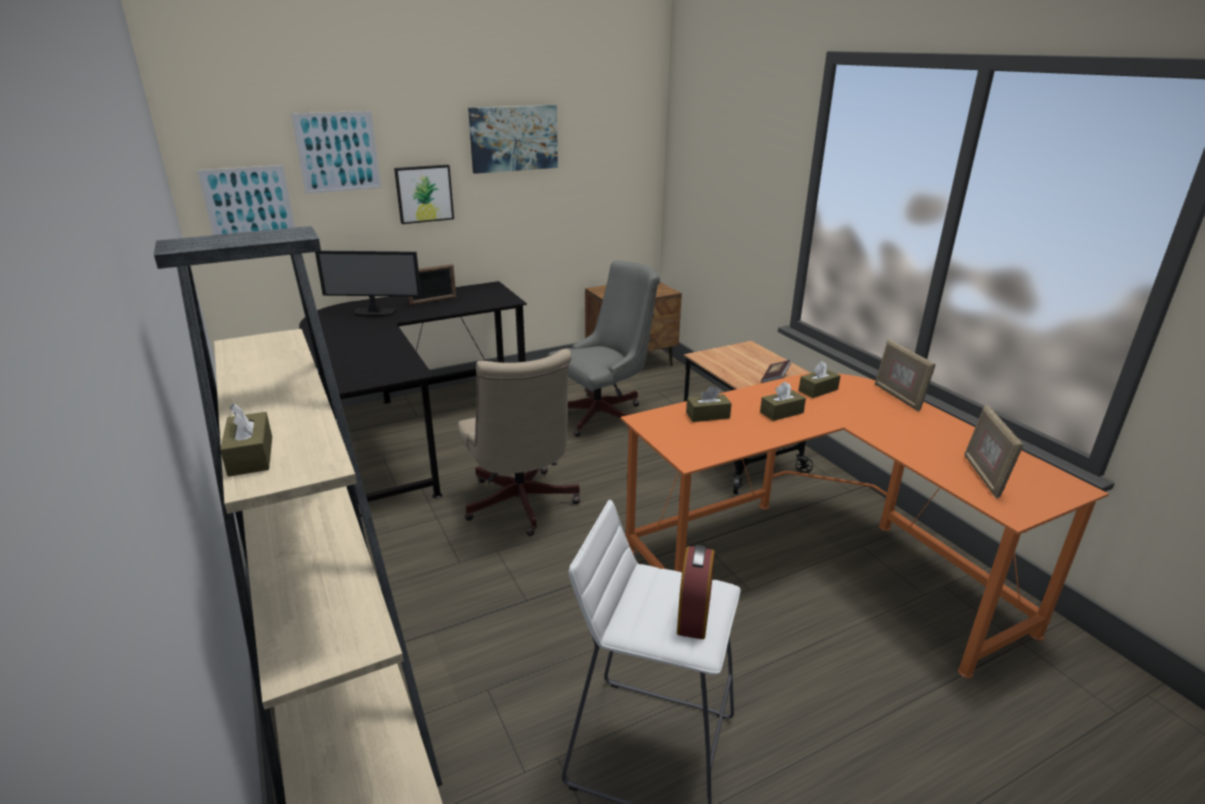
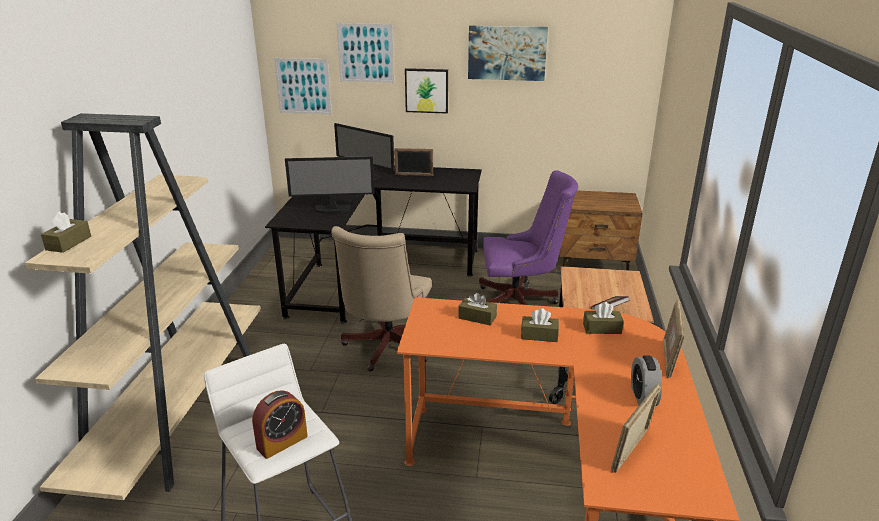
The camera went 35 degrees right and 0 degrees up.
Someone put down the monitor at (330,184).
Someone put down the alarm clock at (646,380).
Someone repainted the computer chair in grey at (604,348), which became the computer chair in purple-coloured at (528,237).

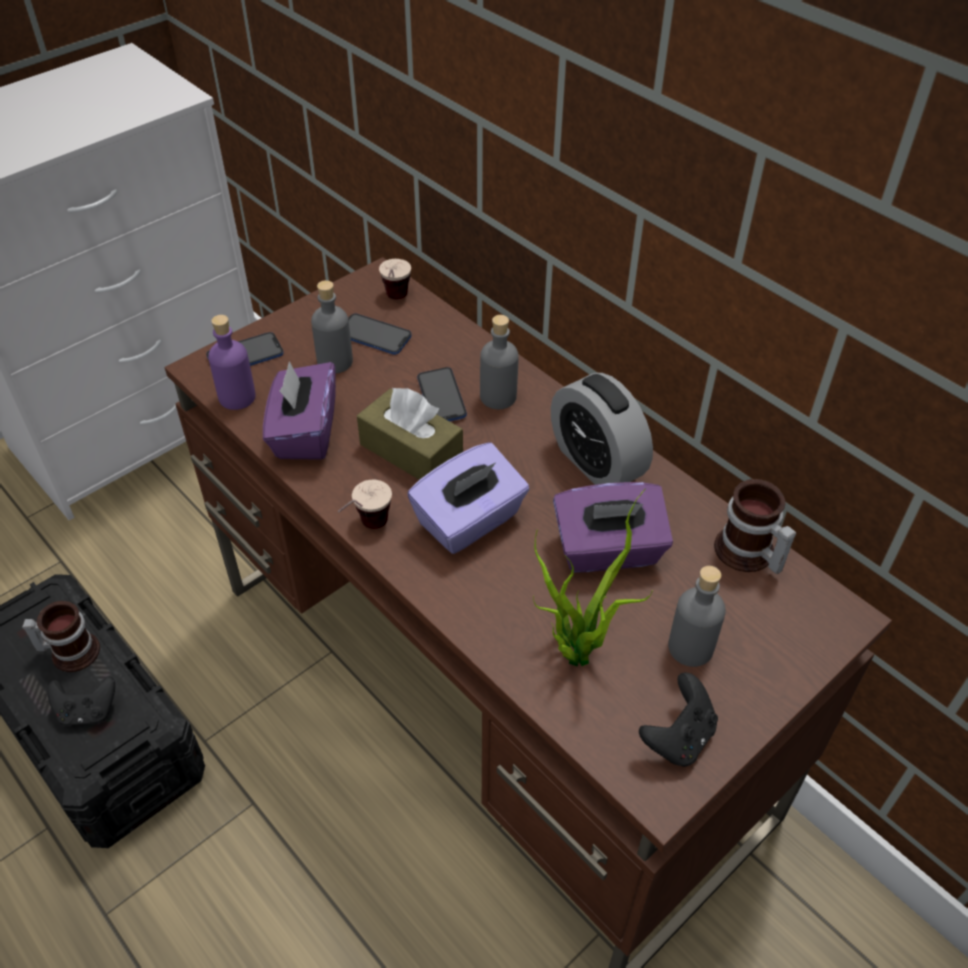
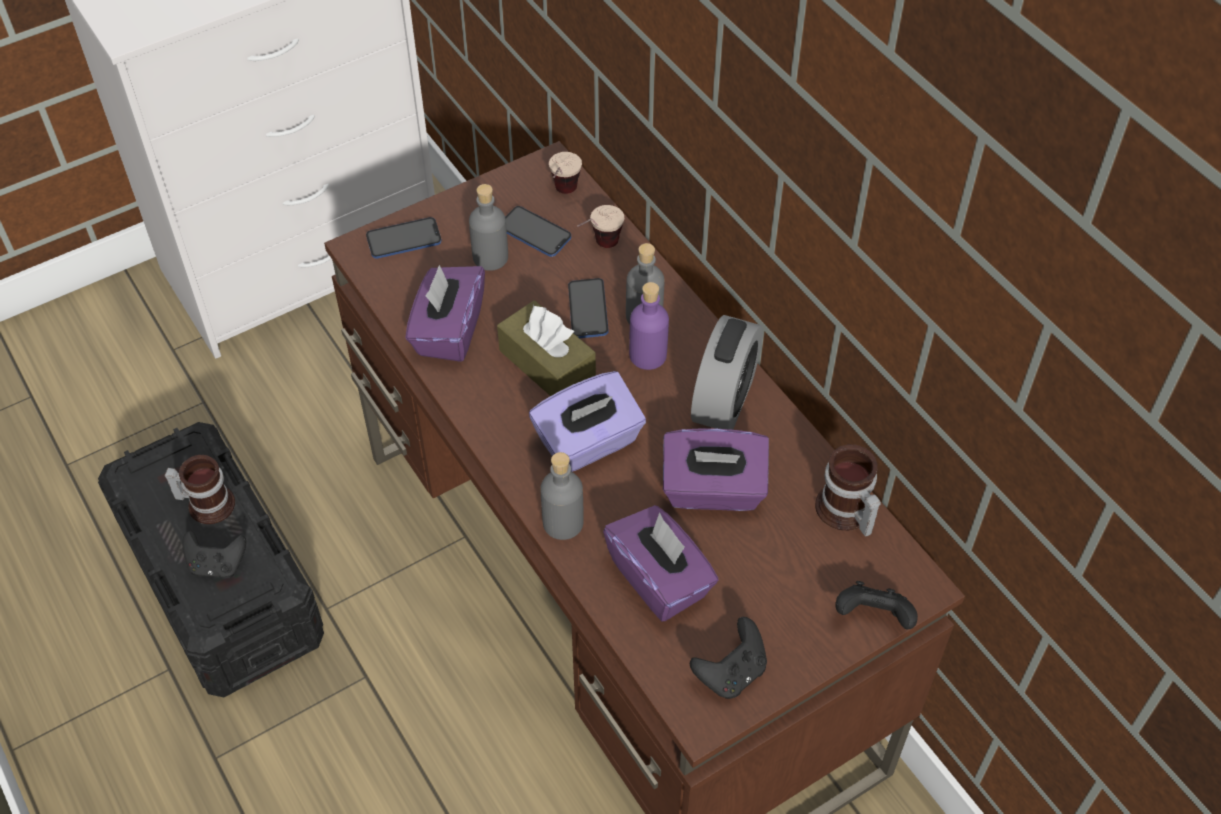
The camera went 10 degrees right and 5 degrees up.
Someone put down the joypad in blackish at (876,605).
Someone carried the drink bottle in purple-coloured from (232,362) to (649,326).
Someone carried the drinking cup from (365,504) to (600,226).
Someone carried the drink bottle in grey from (697,616) to (562,496).
Someone swapped the plant in a pot at (593,578) for the tissue holder in purple-coloured at (661,563).
Someone rotated the alarm clock at (602,429) by 135 degrees counterclockwise.

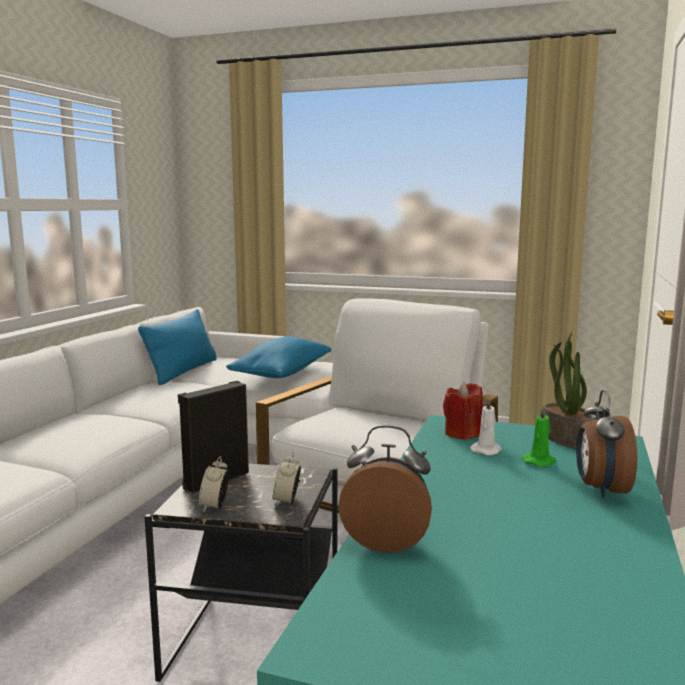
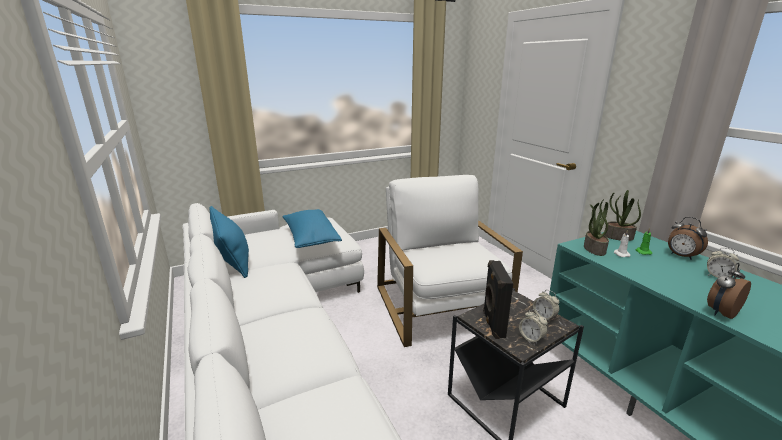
The camera went 45 degrees left and 10 degrees up.
Someone put down the alarm clock at (723,263).
Someone swapped the wax light in red at (463,411) for the plant in a pot at (596,227).

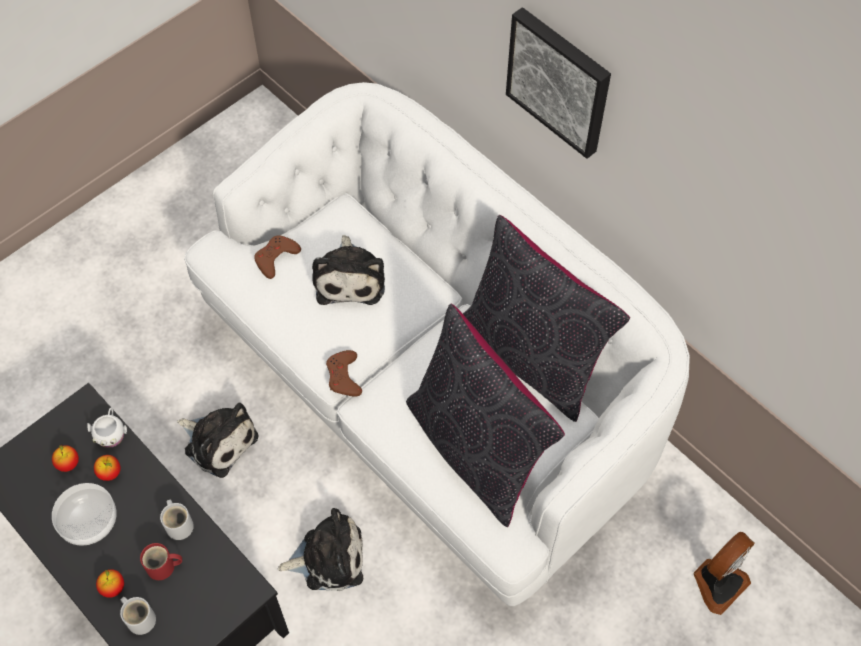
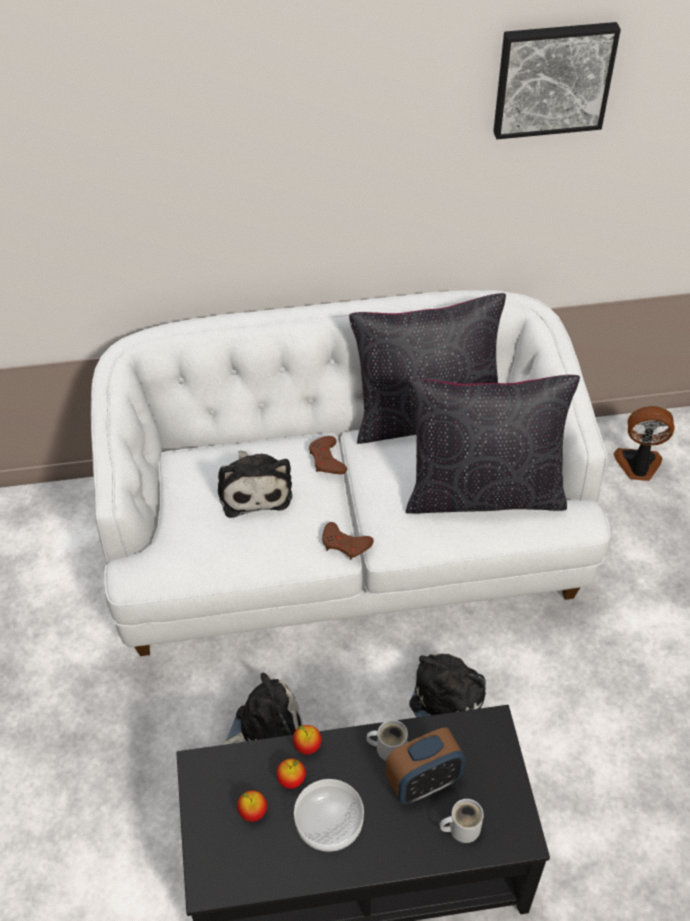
The camera went 55 degrees left and 10 degrees down.
Someone took away the coffee mug in whitish at (107,428).
Someone carried the whole apple from (110,583) to (307,739).
Someone carried the joypad in brown-coloured from (277,257) to (328,455).
Someone carried the wall picture from (558,83) to (557,80).
Someone swapped the coffee mug in red at (161,561) for the alarm clock at (425,766).
Someone rotated the soft toy at (348,270) by 45 degrees clockwise.
Someone rotated the fan at (724,573) by 75 degrees counterclockwise.

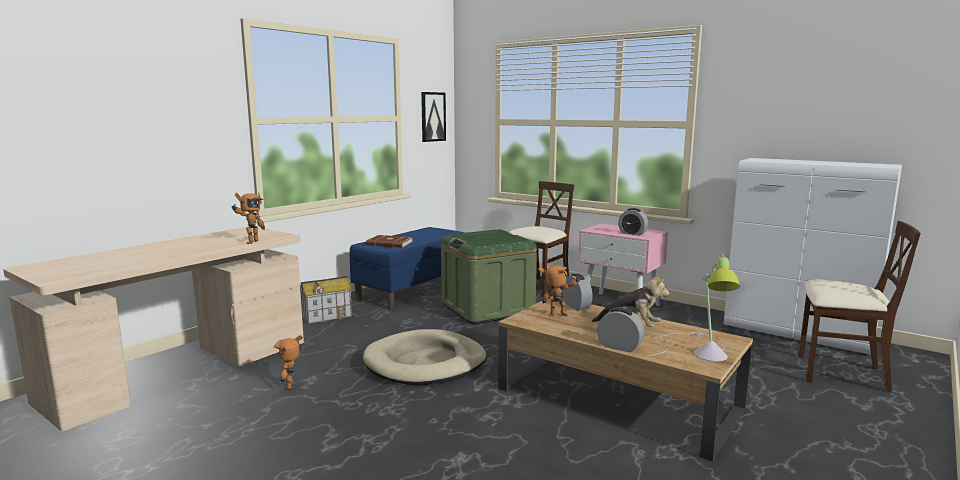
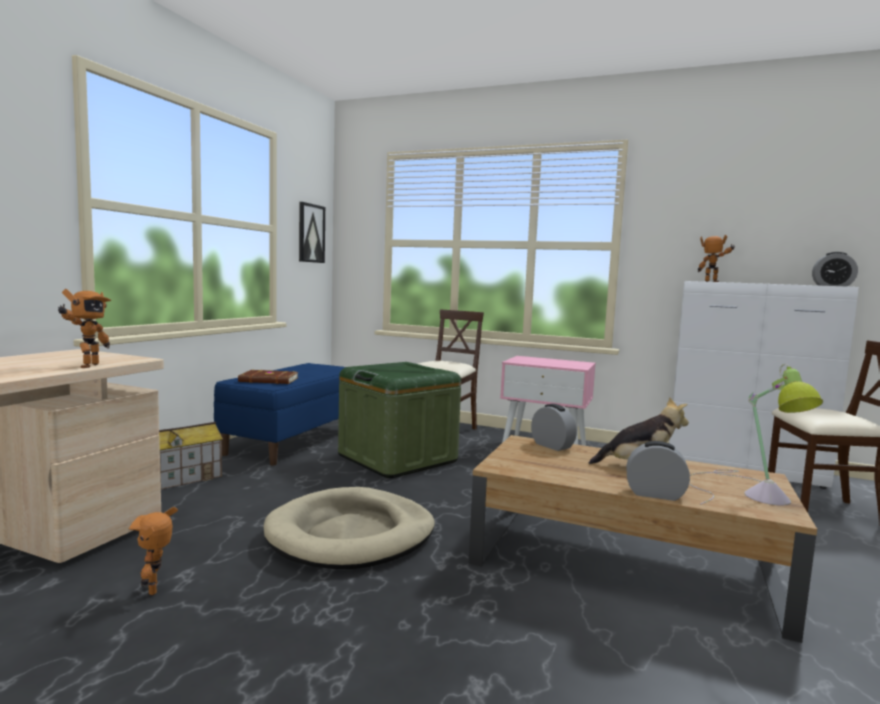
The camera went 15 degrees left and 5 degrees down.
Someone carried the toy robot from (559,290) to (716,258).
Someone carried the alarm clock from (633,222) to (835,269).

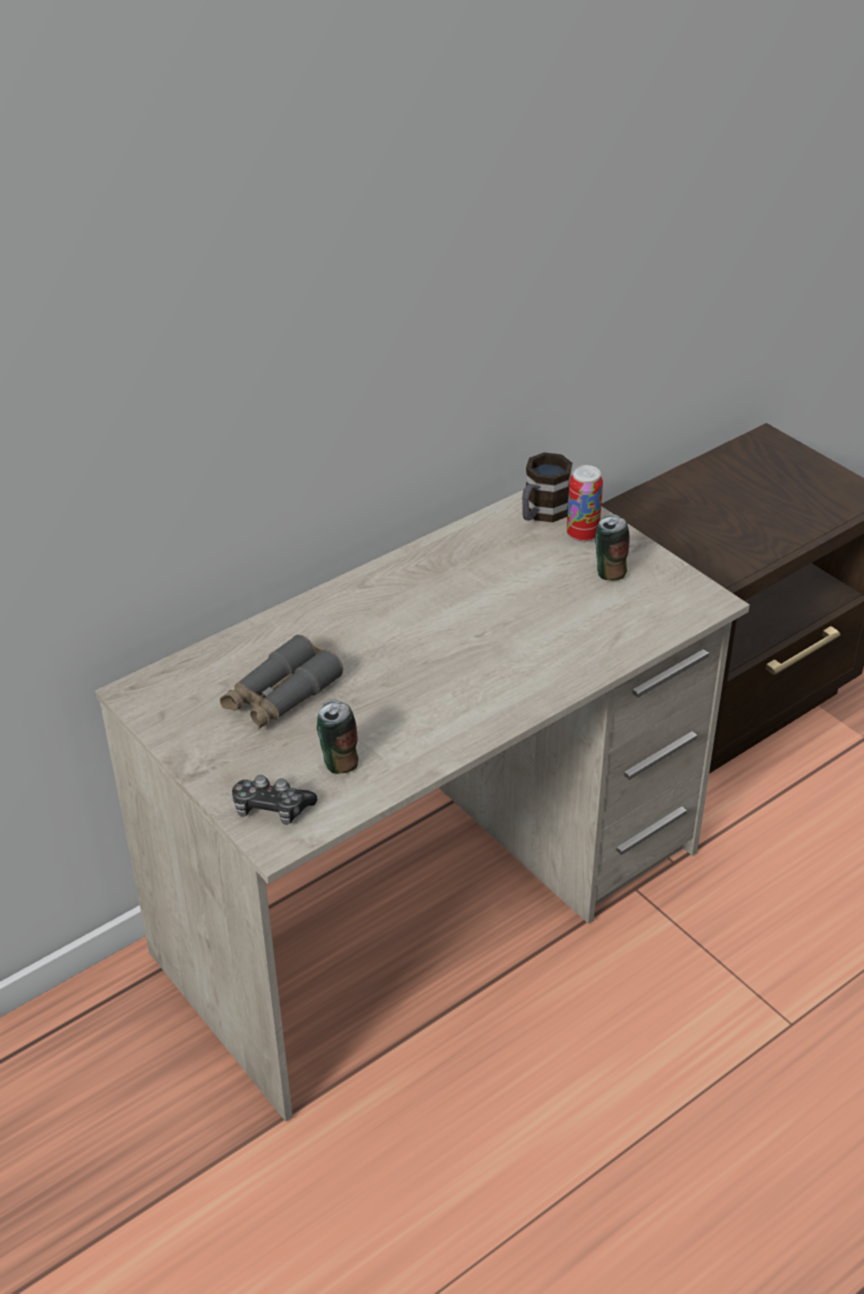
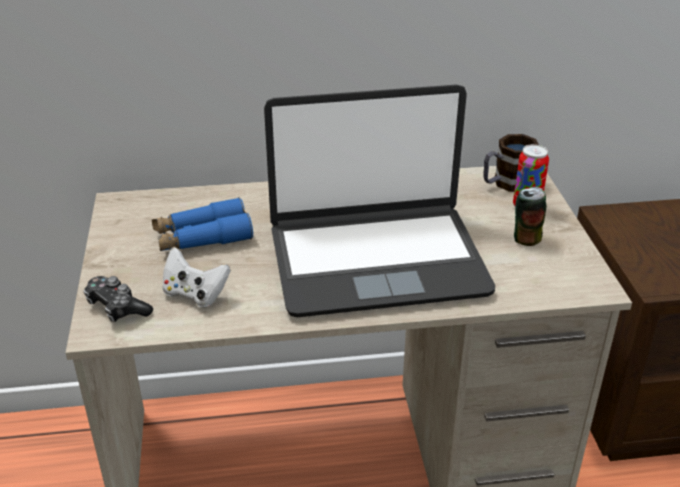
The camera went 30 degrees right and 5 degrees down.
Someone put down the laptop at (379,201).
Someone swapped the sealed can at (337,737) for the joypad in whitish at (197,278).
Someone repainted the binoculars in grey at (281,682), which became the binoculars in blue-coloured at (202,224).

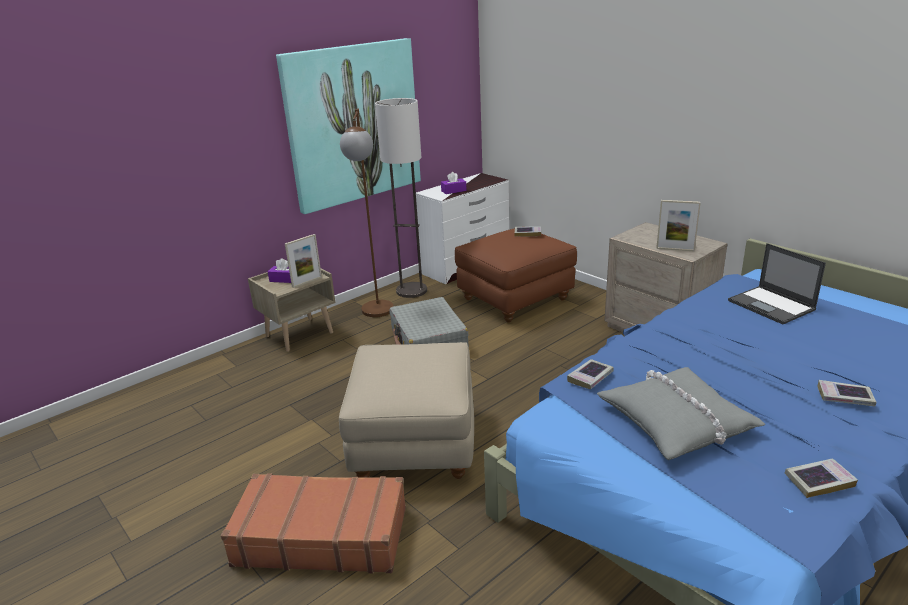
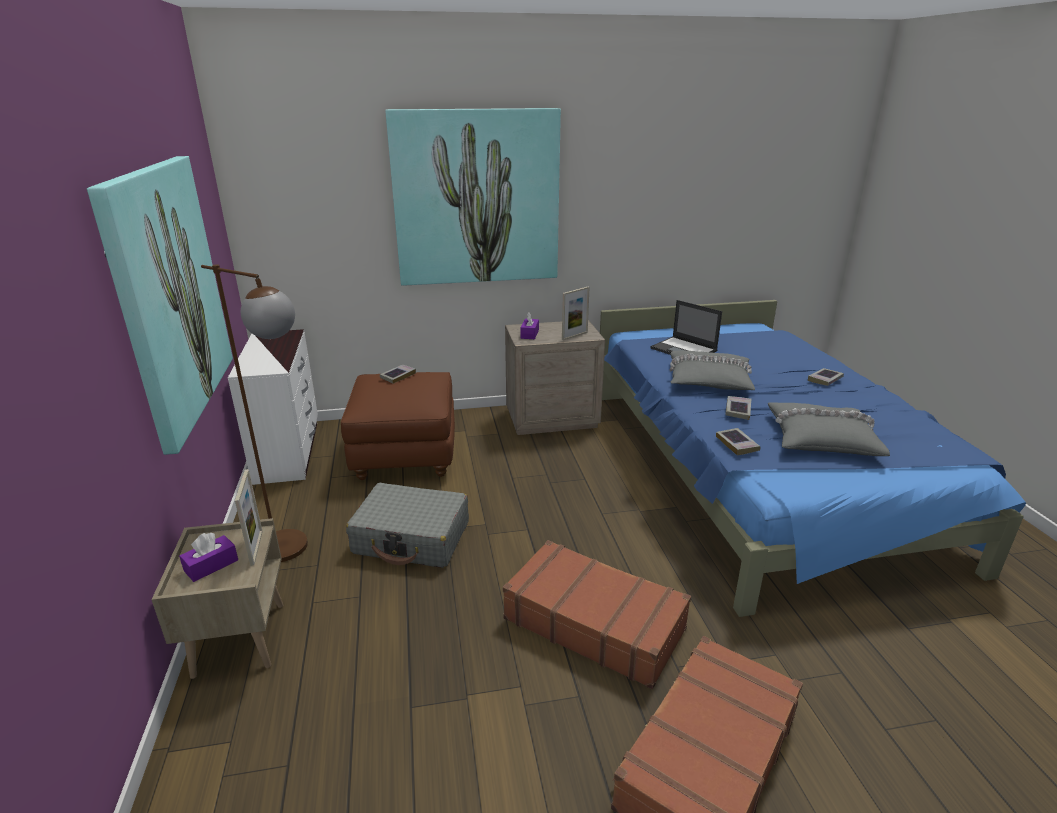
The camera went 60 degrees left and 0 degrees up.
Someone took away the standing lamp at (401,198).
Someone put up the wall picture at (473,197).
Someone put down the cushion in grey at (712,370).
Someone carried the tissue holder in purple-coloured from (454,183) to (529,325).
Someone carried the volume from (821,478) to (738,408).
Someone swapped the pouffe in beige at (406,410) for the suitcase in brown-coloured at (597,614).
Someone rotated the laptop at (777,283) by 45 degrees clockwise.

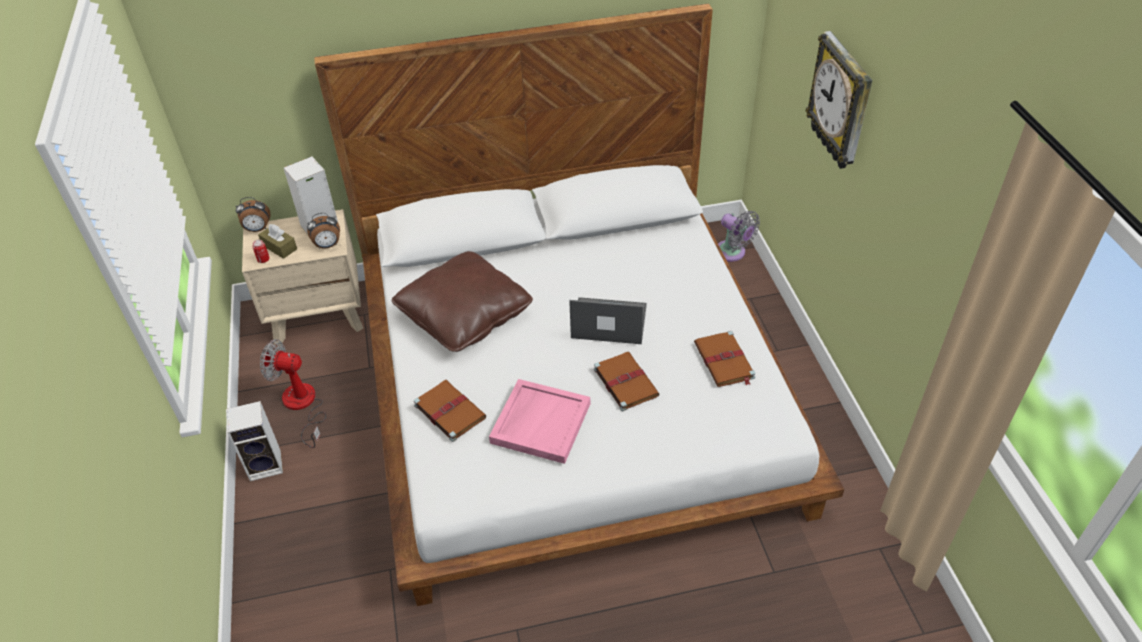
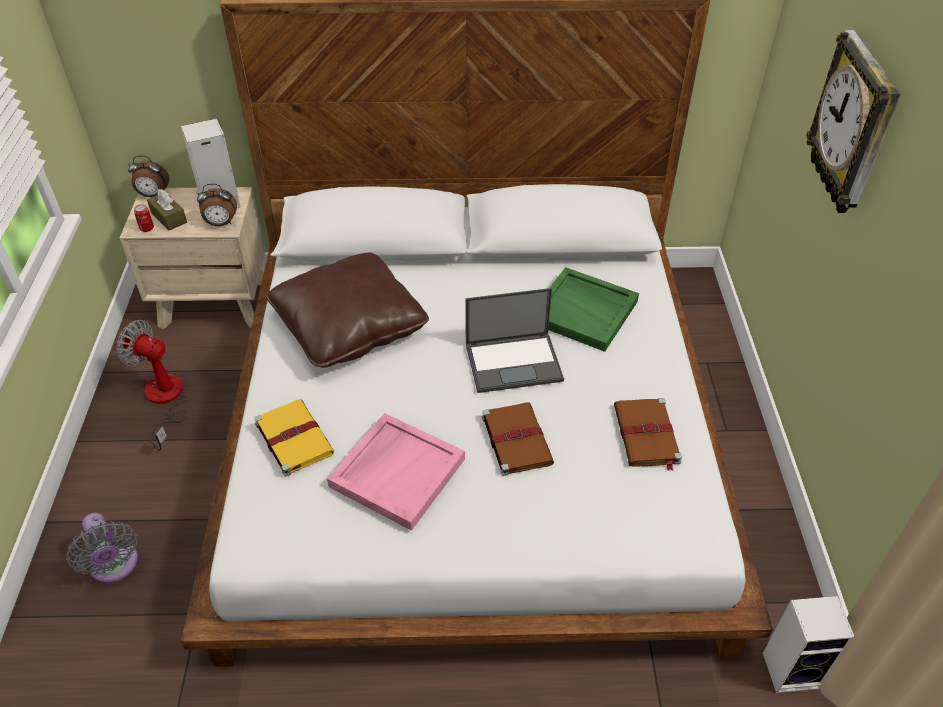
The camera went 10 degrees right and 0 degrees up.
Someone put down the carrying tray in greenish at (593,309).
Someone carried the audio speaker from (254,441) to (808,644).
Someone carried the fan in grey from (739,236) to (102,548).
Someone repainted the volume in brown-coloured at (450,411), which became the volume in yellowish at (294,438).
Someone rotated the laptop at (608,320) by 150 degrees clockwise.

